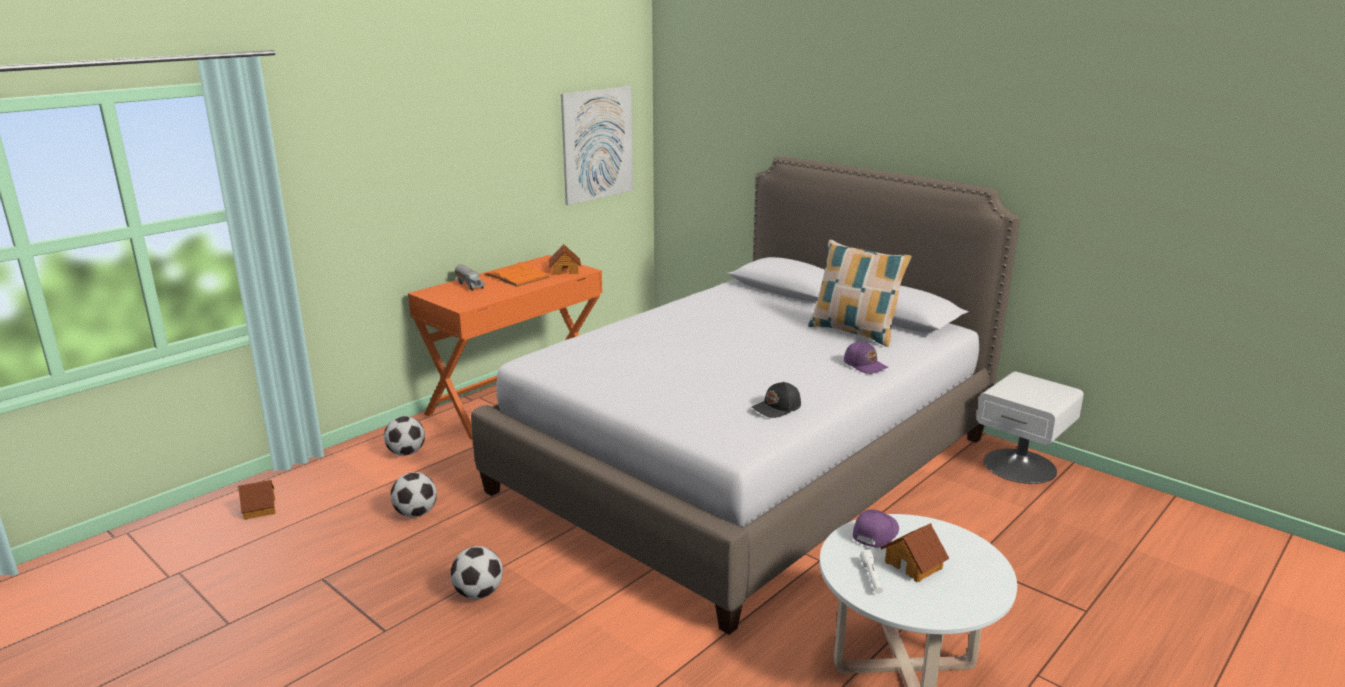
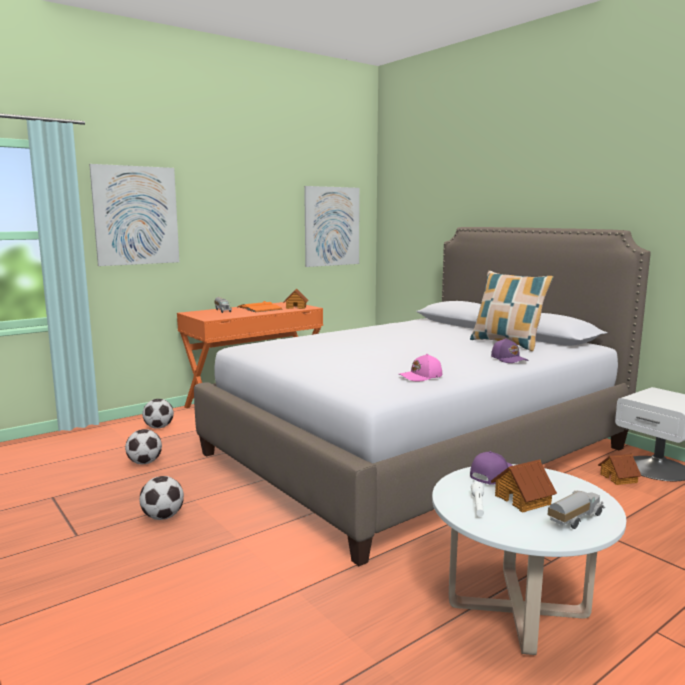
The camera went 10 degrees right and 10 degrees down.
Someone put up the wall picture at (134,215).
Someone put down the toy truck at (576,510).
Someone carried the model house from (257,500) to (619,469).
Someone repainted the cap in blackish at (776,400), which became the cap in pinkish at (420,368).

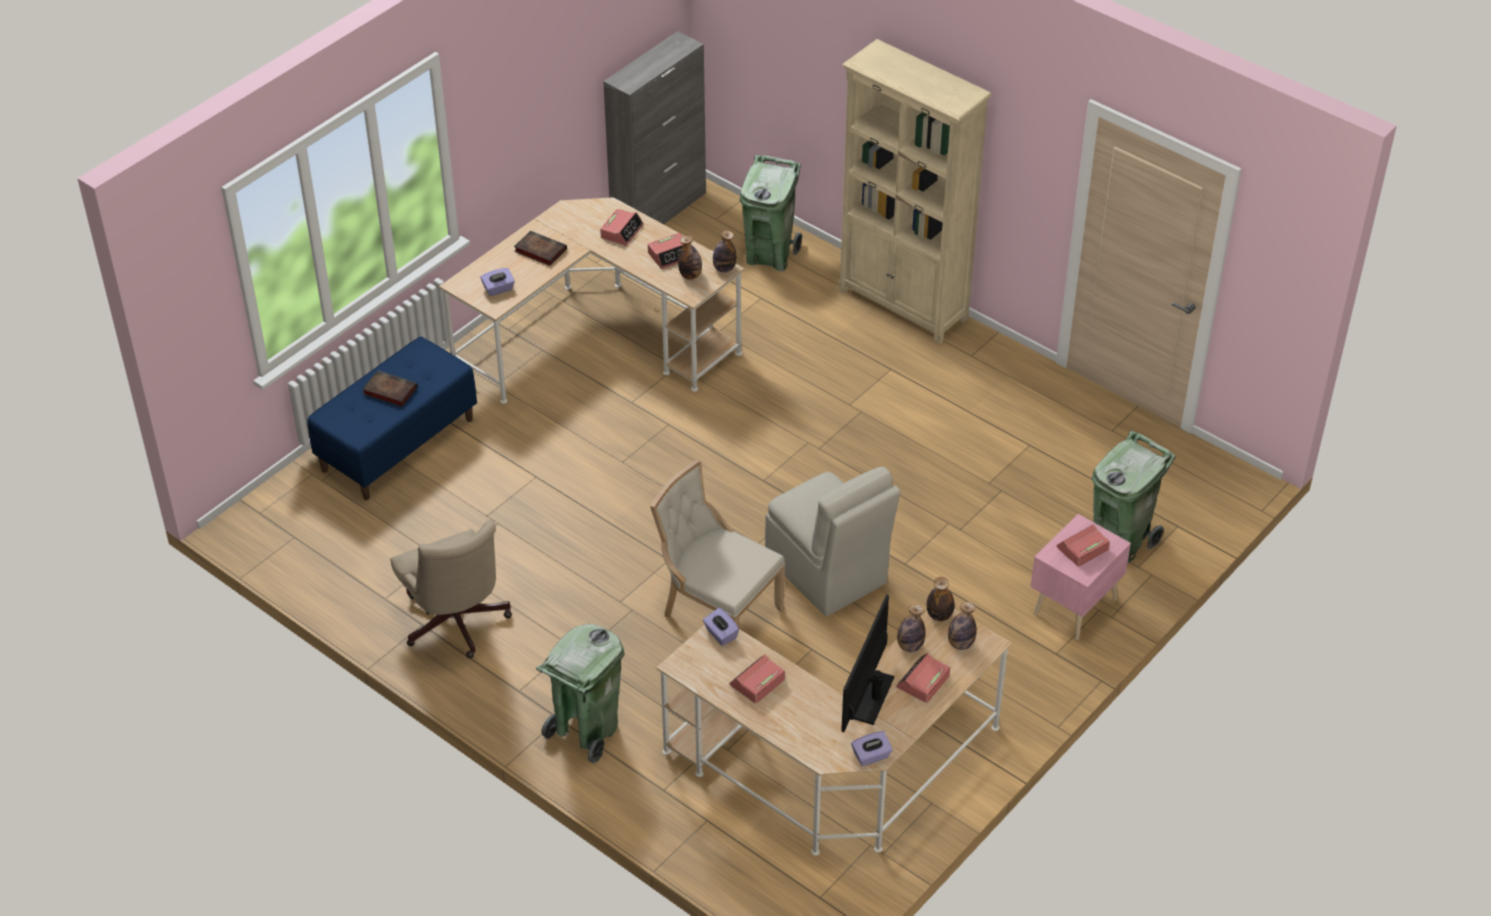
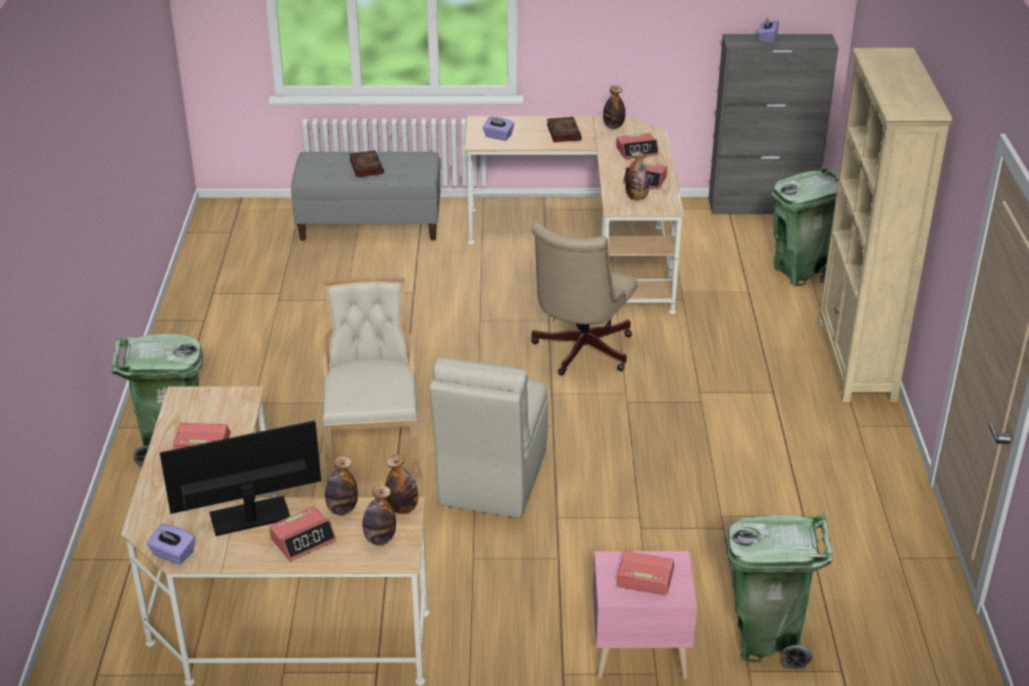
The camera went 50 degrees right and 10 degrees down.
Someone carried the computer chair in beige from (451,589) to (584,298).
Someone carried the tissue holder in purple-coloured from (721,627) to (768,30).
Someone carried the drink bottle from (724,251) to (614,107).
Someone repainted the indoor bench in blue-coloured at (392,418), which became the indoor bench in grey at (365,196).
Someone rotated the alarm clock at (923,678) by 150 degrees clockwise.

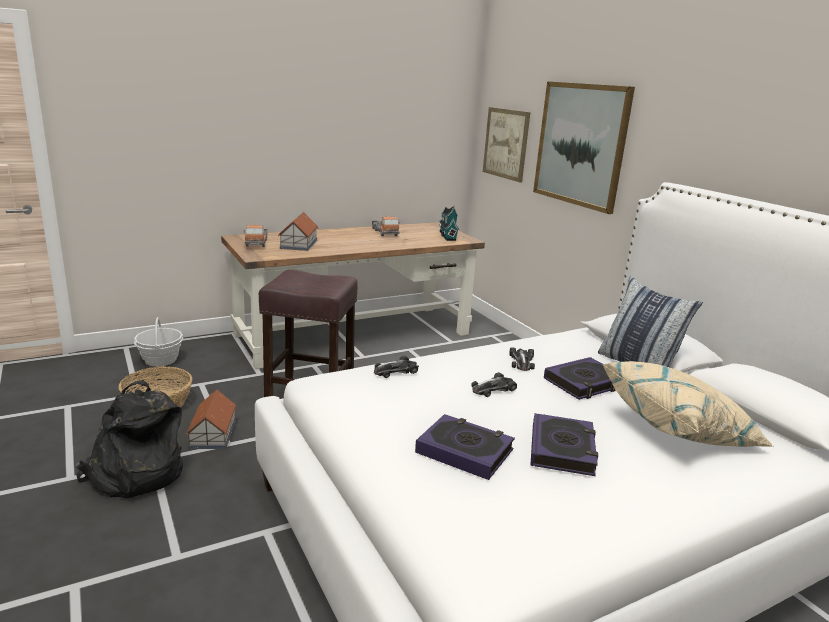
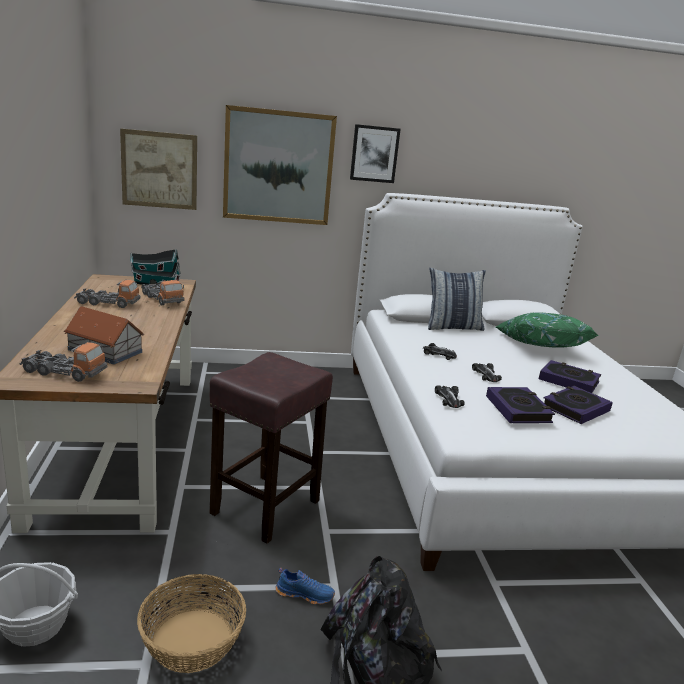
The camera went 70 degrees left and 0 degrees up.
Someone put down the toy truck at (163,292).
Someone put up the wall picture at (375,153).
Someone carried the volume from (579,378) to (520,405).
Someone swapped the model house at (211,419) for the low shoe in blue-coloured at (305,586).
Someone repainted the cushion in beige at (688,404), which became the cushion in greenish at (547,330).

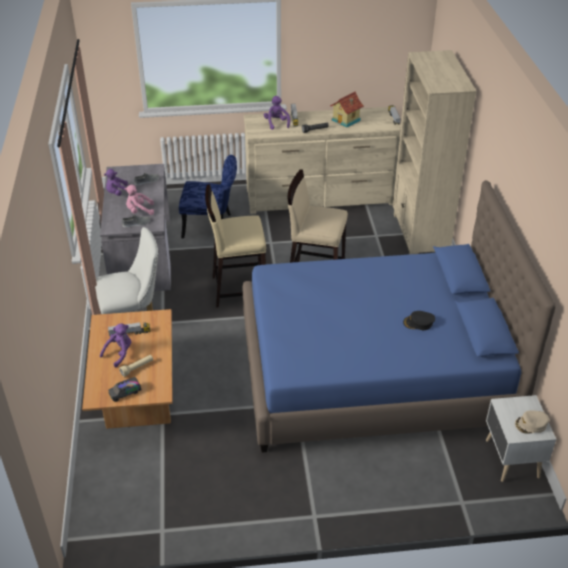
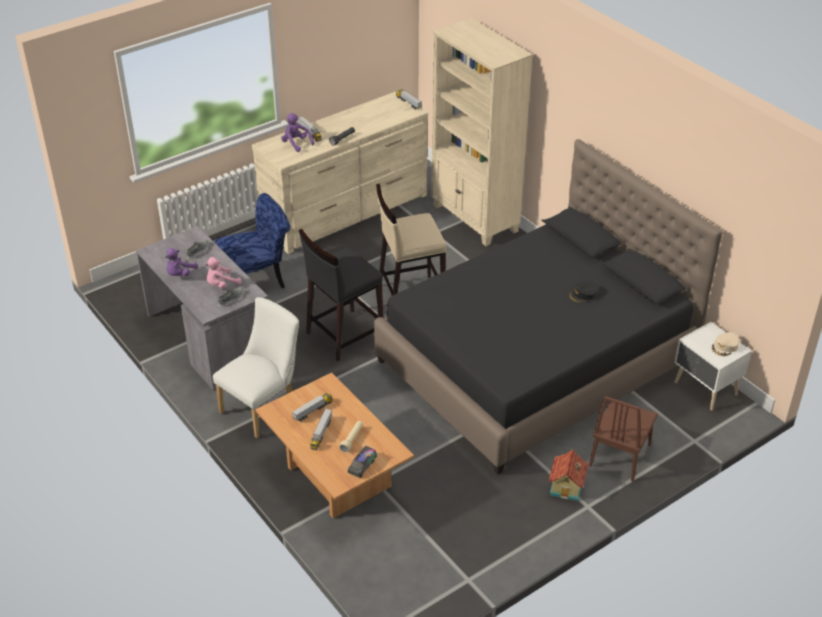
The camera went 30 degrees left and 0 degrees up.
Someone put down the chair in brown-coloured at (623,438).
Someone carried the model house from (347,109) to (568,475).
Someone swapped the soft toy in purple-coloured at (115,345) for the toy truck at (321,429).
Someone repainted the stool seat in beige at (235,246), which became the stool seat in blackish at (341,295).
Someone repainted the bed in blue-coloured at (399,316), which became the bed in blackish at (548,306).

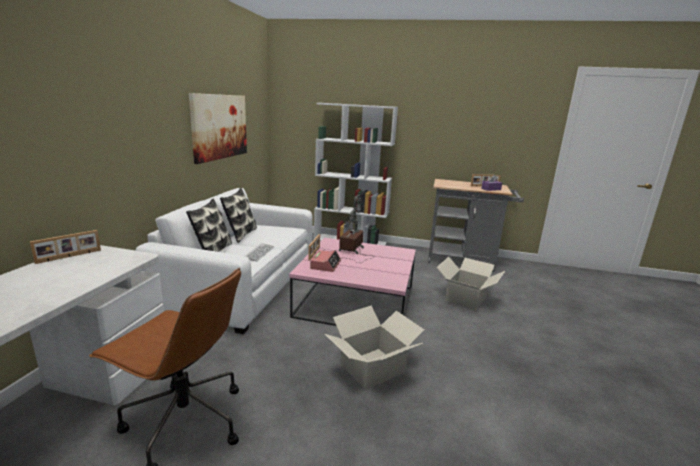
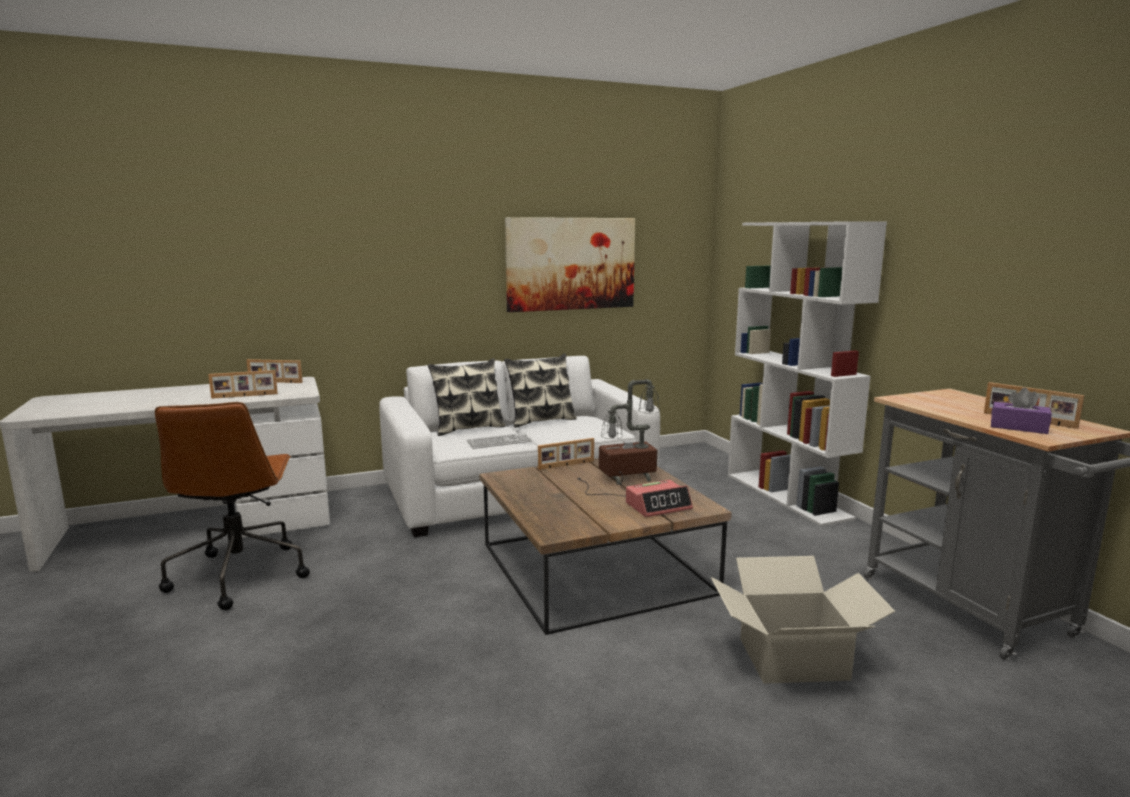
The camera went 55 degrees right and 5 degrees down.
Someone took away the cardboard box at (374,347).
Someone put down the photo frame at (243,384).
Someone carried the alarm clock from (325,261) to (659,498).
Someone repainted the low table in pinkish at (352,282), which became the low table in brown-coloured at (605,546).

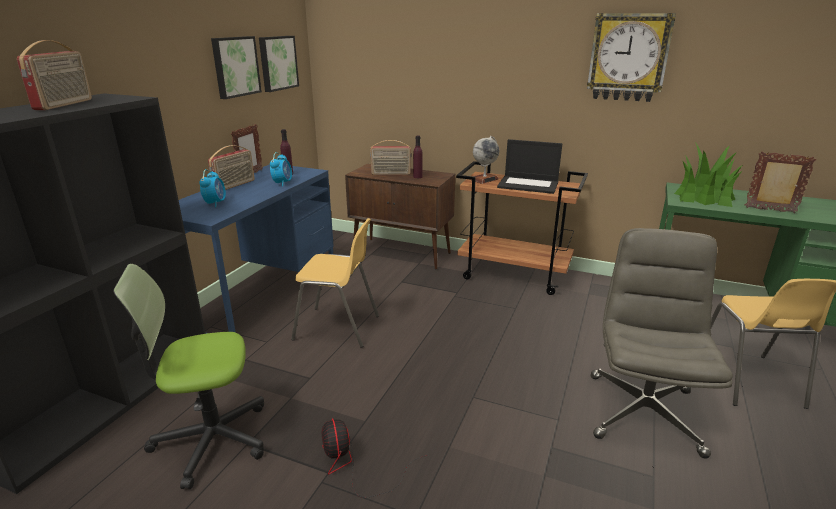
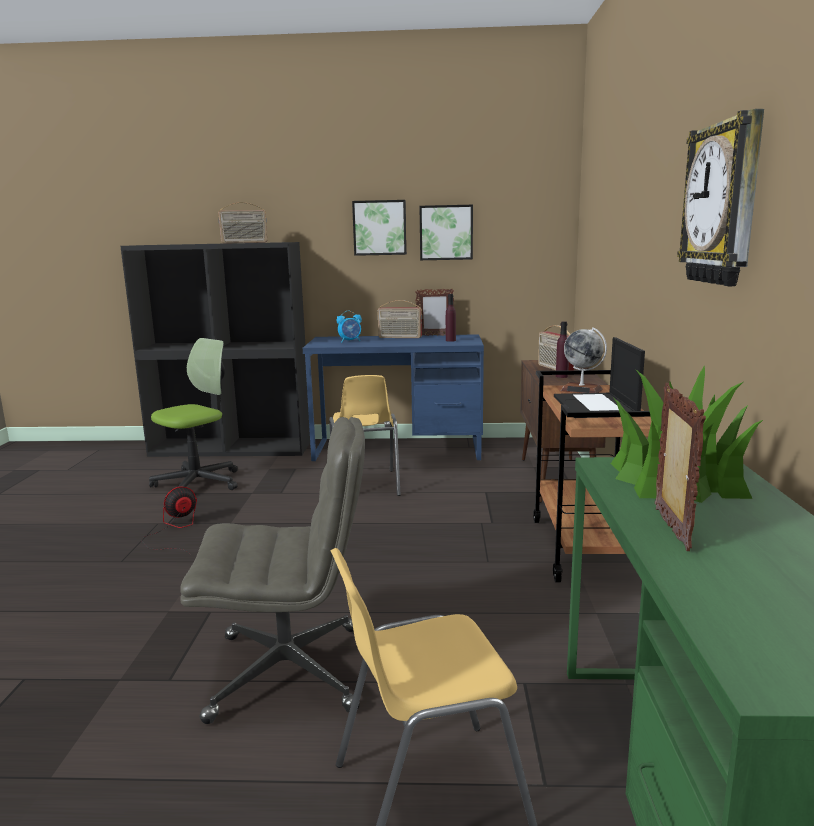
The camera went 70 degrees right and 10 degrees down.
Someone took away the alarm clock at (281,169).
Someone carried the wall picture from (279,64) to (379,228).
Someone rotated the computer chair at (188,376) by 75 degrees clockwise.

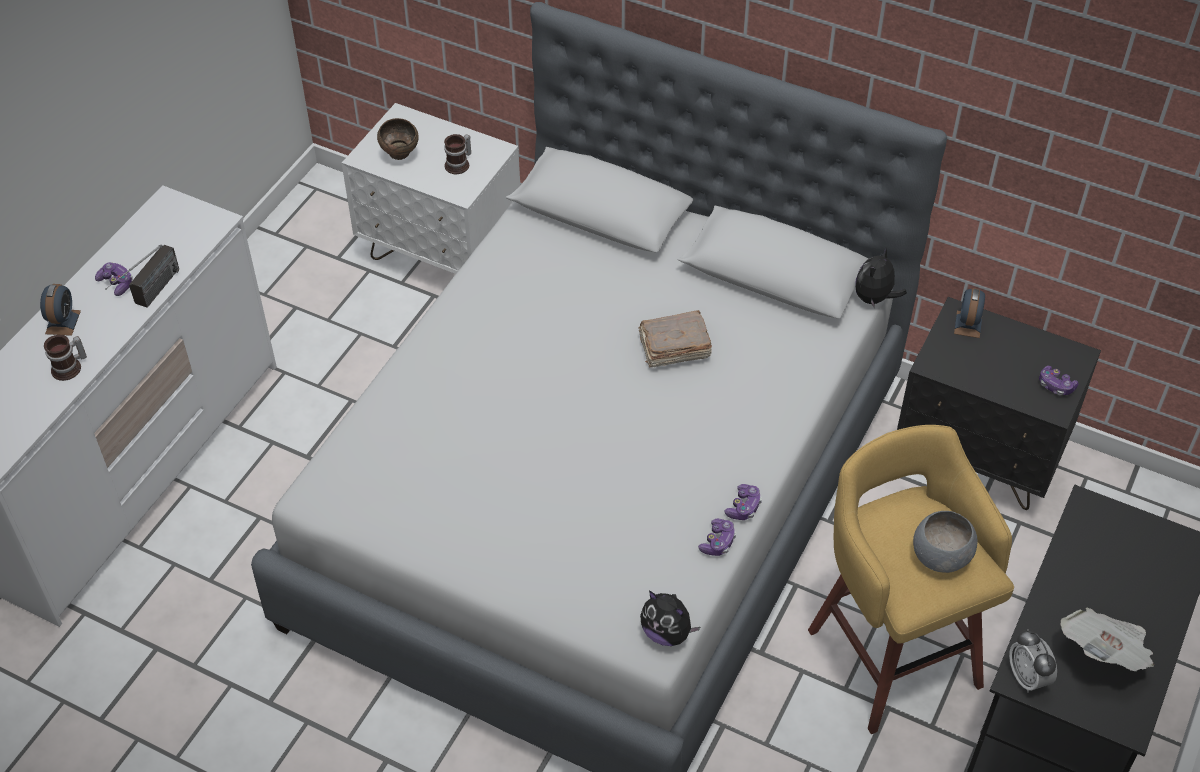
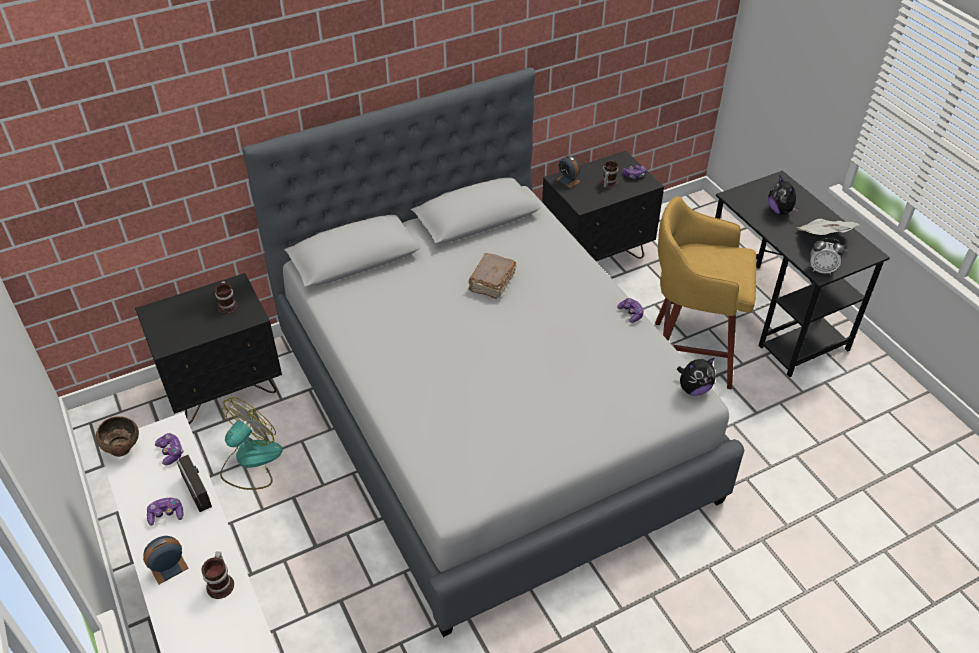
The camera went 55 degrees left and 5 degrees down.
Someone took away the deep dish in grey at (945,542).
Someone put down the fan at (251,443).
Someone put down the coffee mug at (609,174).
Someone carried the deep dish in brown-coloured from (398,139) to (117,436).
Someone carried the joypad from (717,537) to (169,449).
Someone carried the soft toy from (881,278) to (783,195).
Someone repainted the night table in whitish at (431,188), which became the night table in blackish at (208,348).
Someone rotated the alarm clock at (60,310) by 75 degrees counterclockwise.

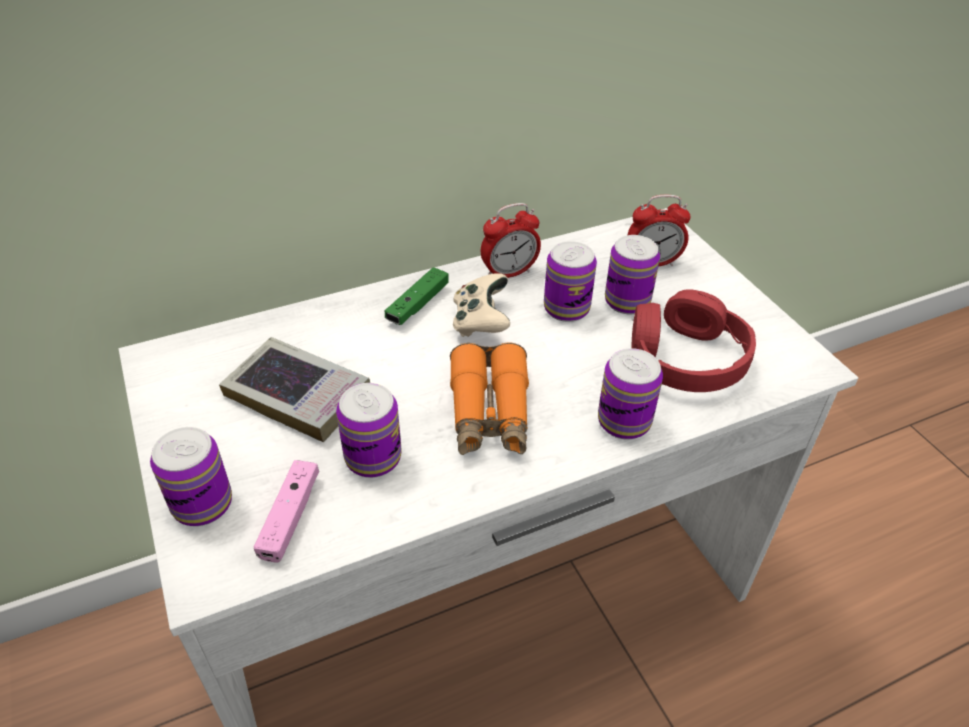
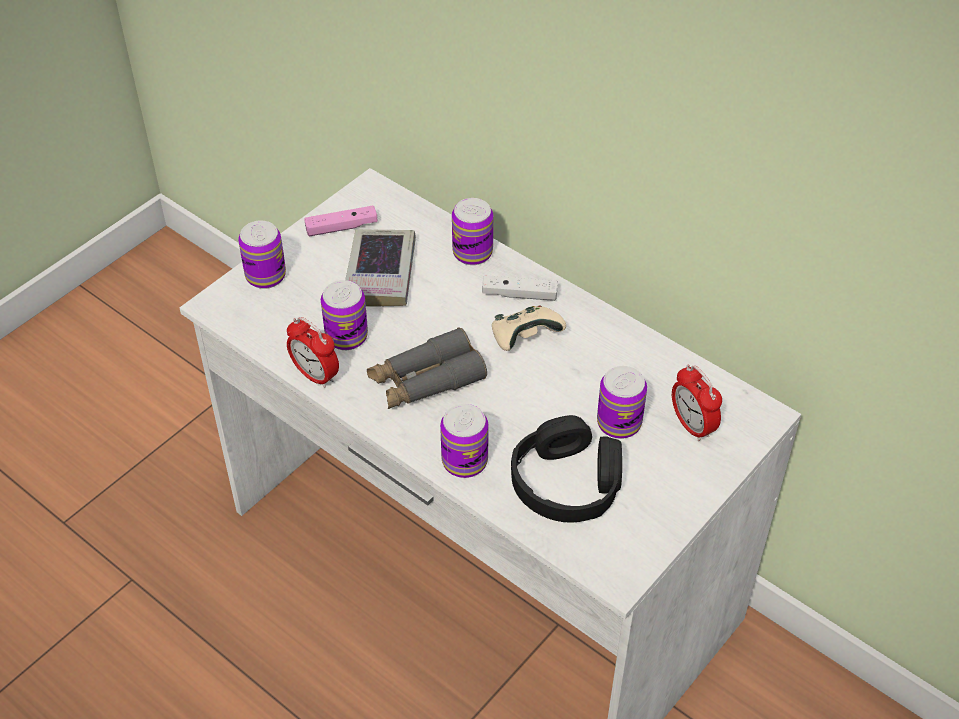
The camera went 65 degrees right and 5 degrees up.
Someone carried the joypad in pinkish from (286,511) to (341,221).
Someone carried the alarm clock from (511,240) to (313,352).
Someone carried the sealed can from (570,281) to (472,231).
Someone repainted the joypad in greenish at (417,296), which became the joypad in whitish at (520,288).
Someone repainted the binoculars in orange-coloured at (489,398), which became the binoculars in grey at (427,368).
Someone repainted the pair of headphones in red at (693,340), which became the pair of headphones in blackish at (566,469).

